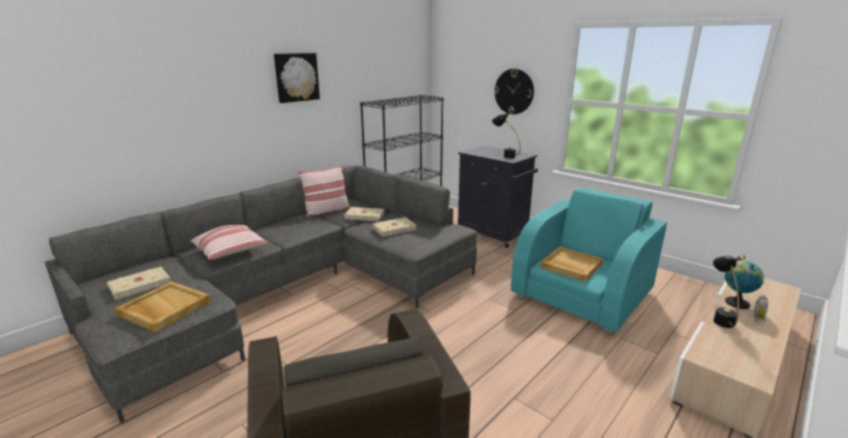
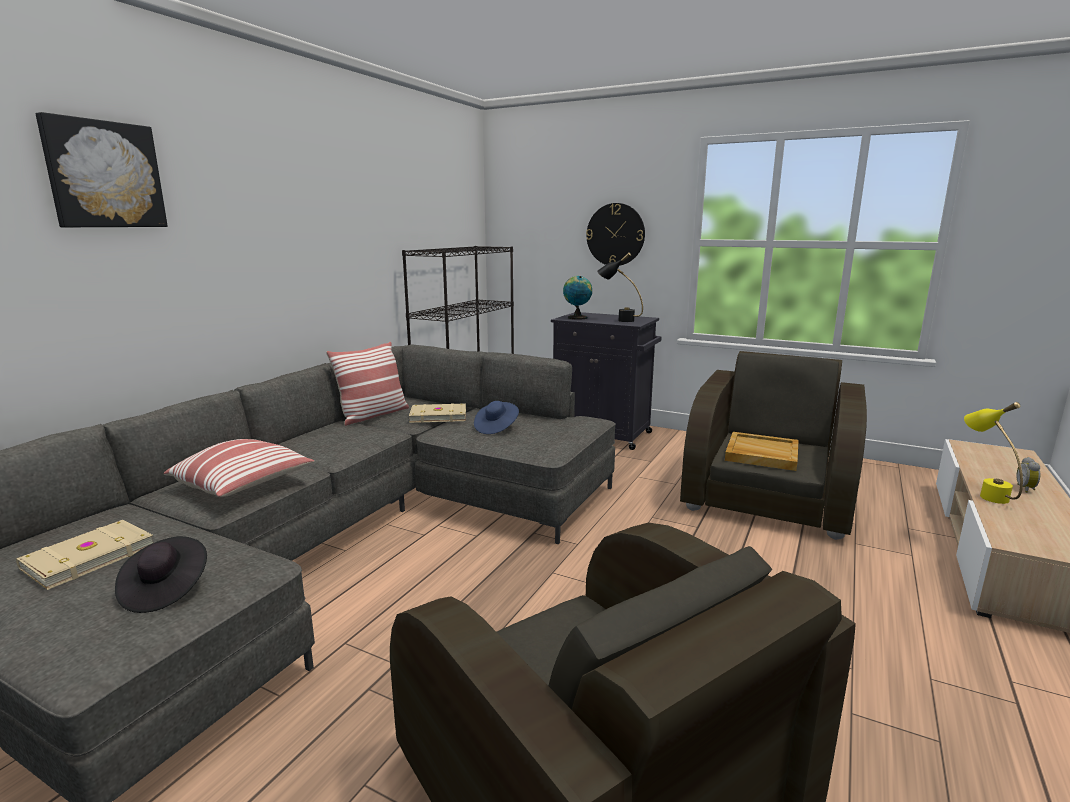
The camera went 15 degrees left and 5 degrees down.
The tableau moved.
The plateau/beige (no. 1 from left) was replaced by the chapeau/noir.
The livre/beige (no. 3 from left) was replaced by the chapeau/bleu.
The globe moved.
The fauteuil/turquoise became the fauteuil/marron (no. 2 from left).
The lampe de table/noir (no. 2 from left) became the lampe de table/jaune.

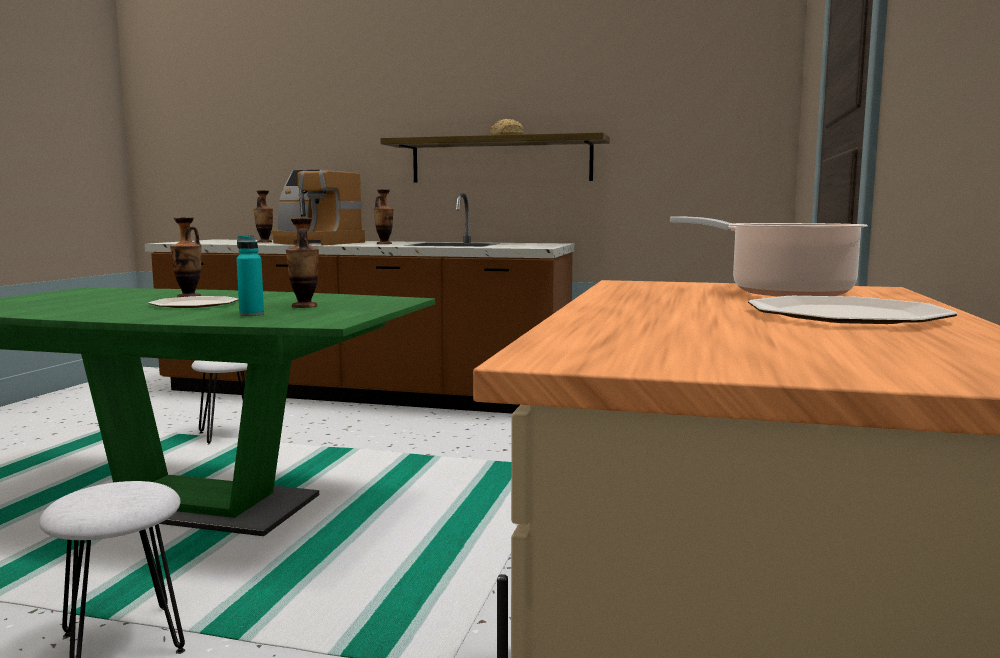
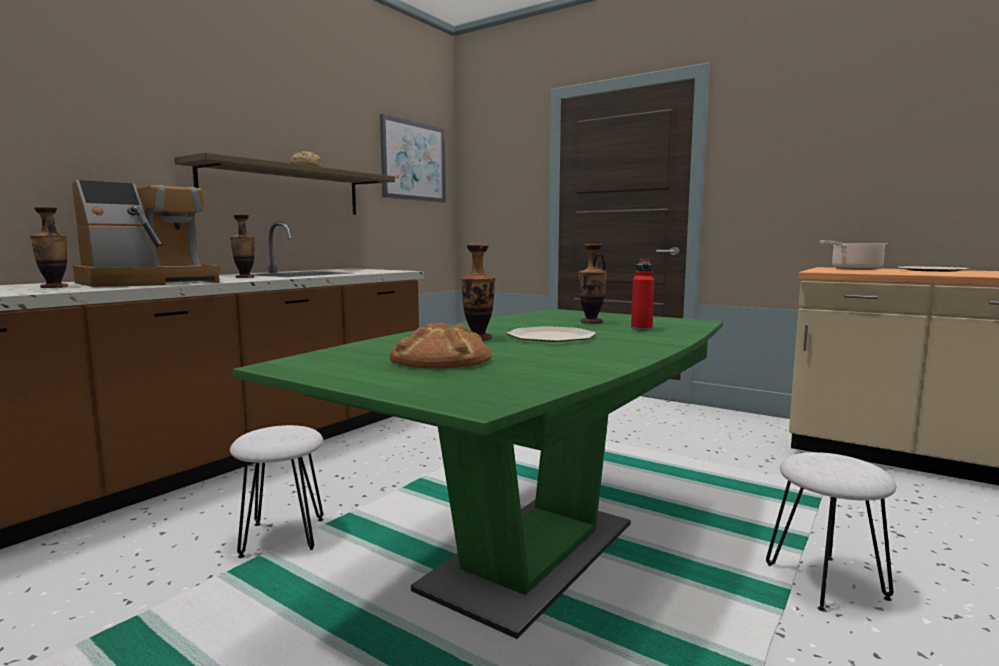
The camera went 70 degrees left and 0 degrees up.
The tableau appeared.
The pain (no. 2 from left) appeared.
The bouteille/turquoise became the bouteille/rouge.

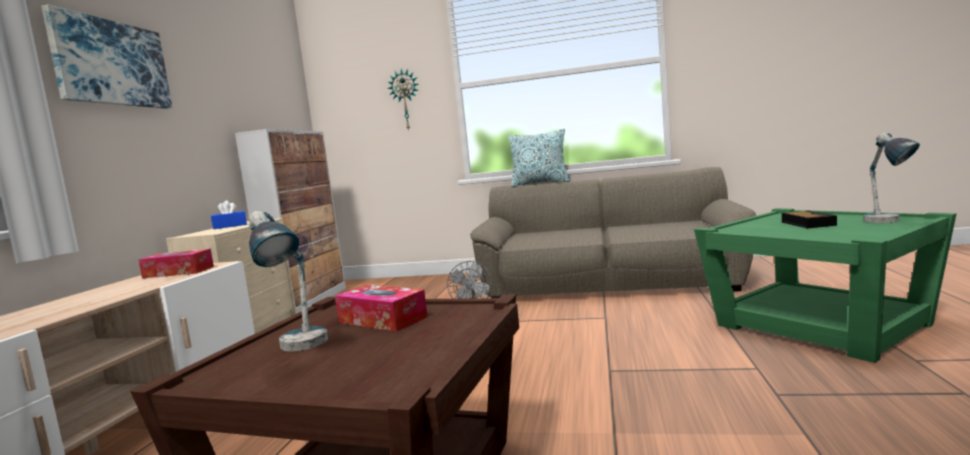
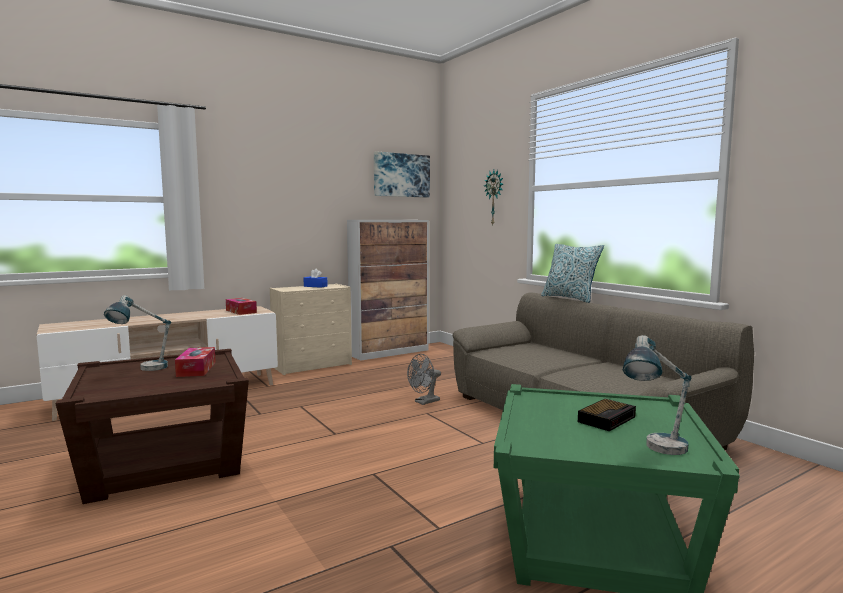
The camera went 45 degrees right and 0 degrees up.
The tableau moved.

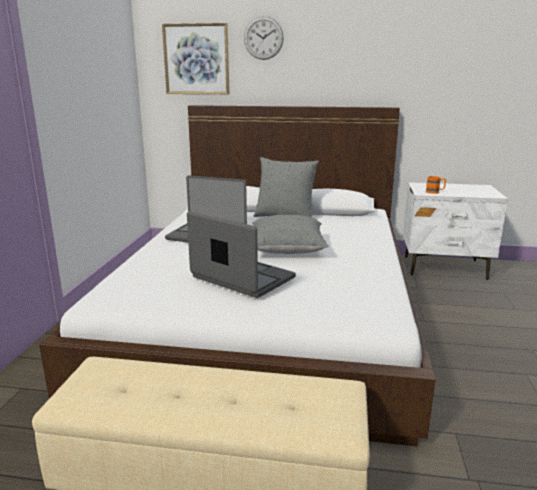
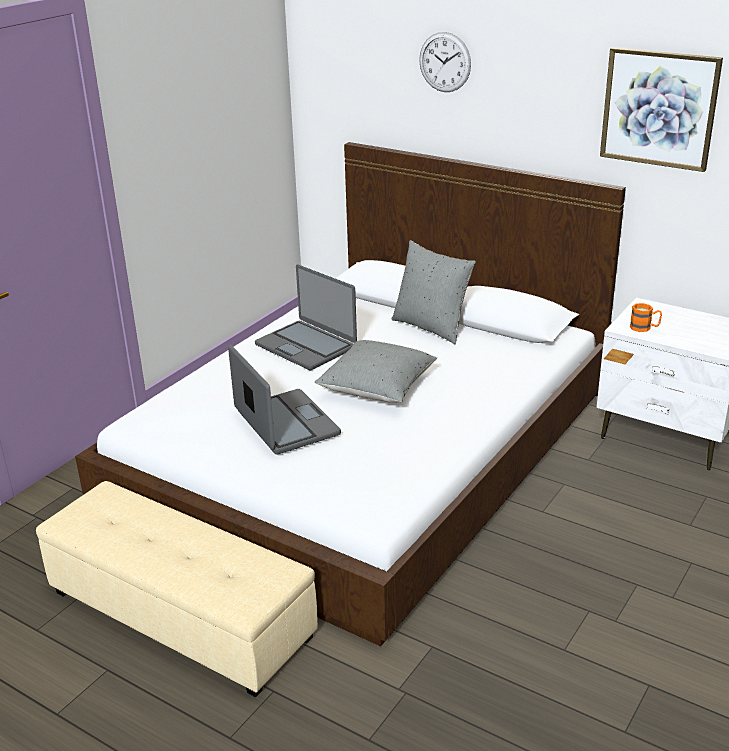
The camera went 25 degrees right and 10 degrees up.
The tableau moved.

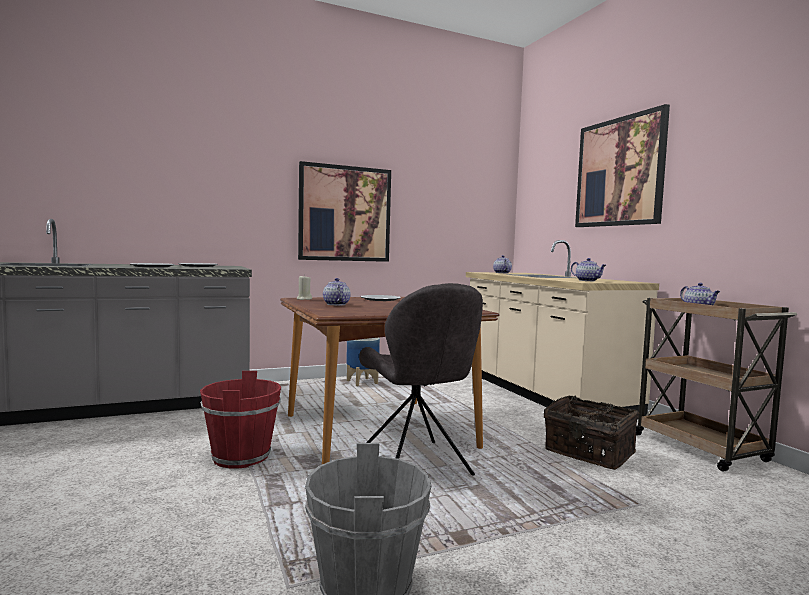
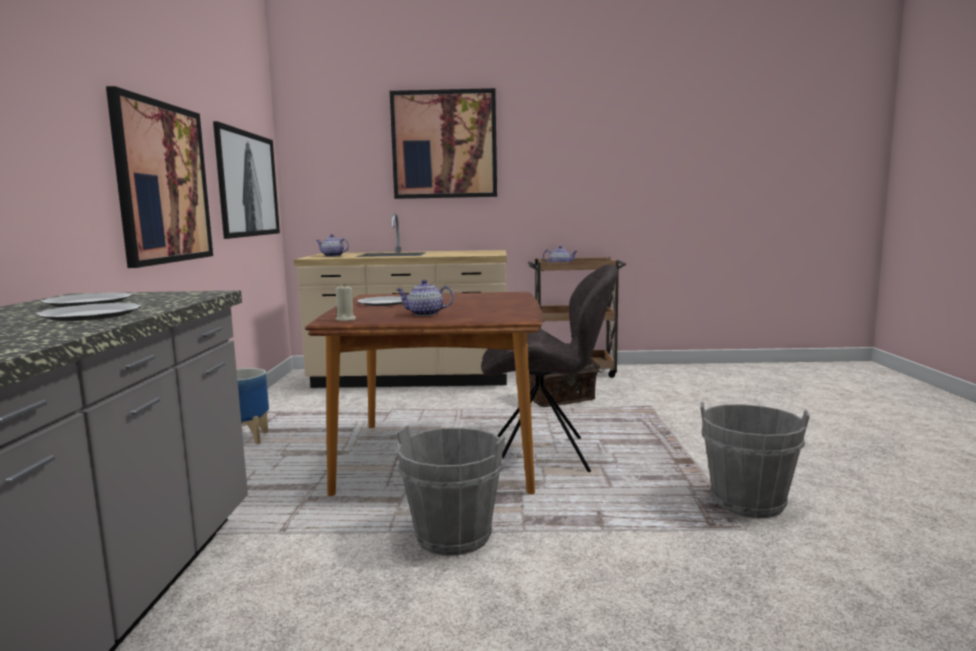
The camera went 65 degrees left and 5 degrees up.
The tableau (no. 2 from left) appeared.
The seau/rouge became the seau/gris (no. 1 from left).
The théière (no. 3 from left) disappeared.

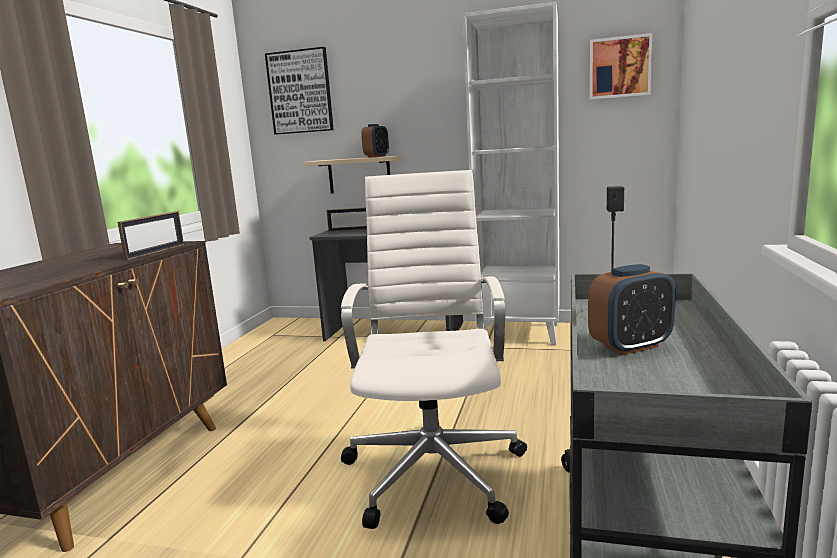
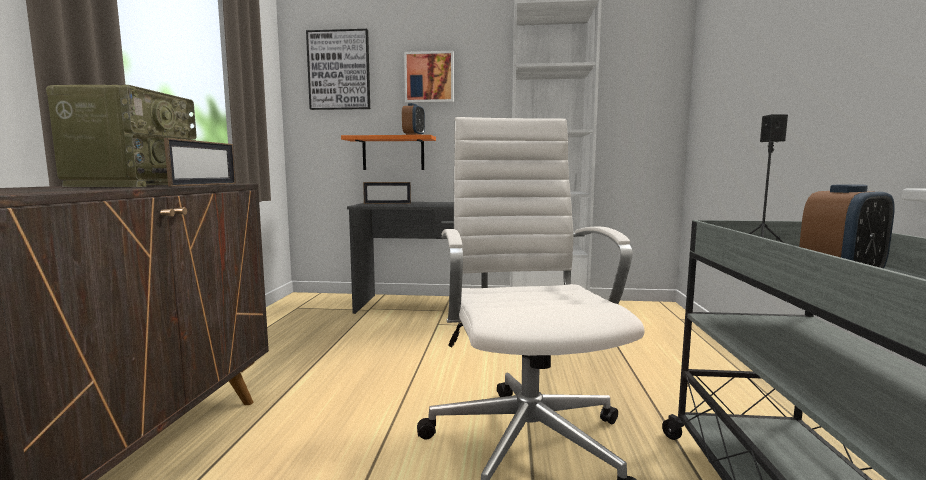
The camera went 10 degrees left and 5 degrees down.
The radio appeared.
The étagère/beige became the étagère/orange.
The tableau (no. 2 from left) moved.

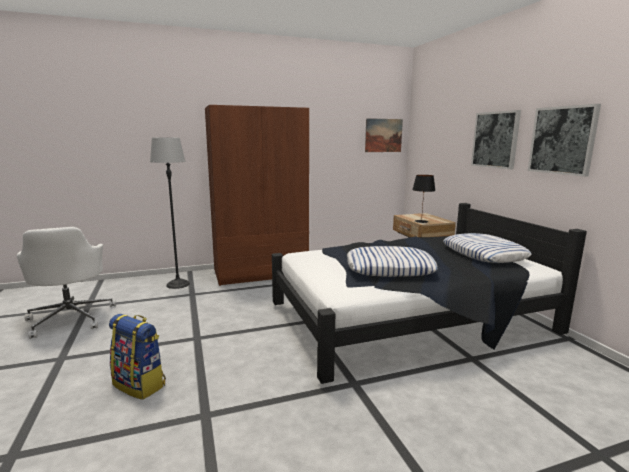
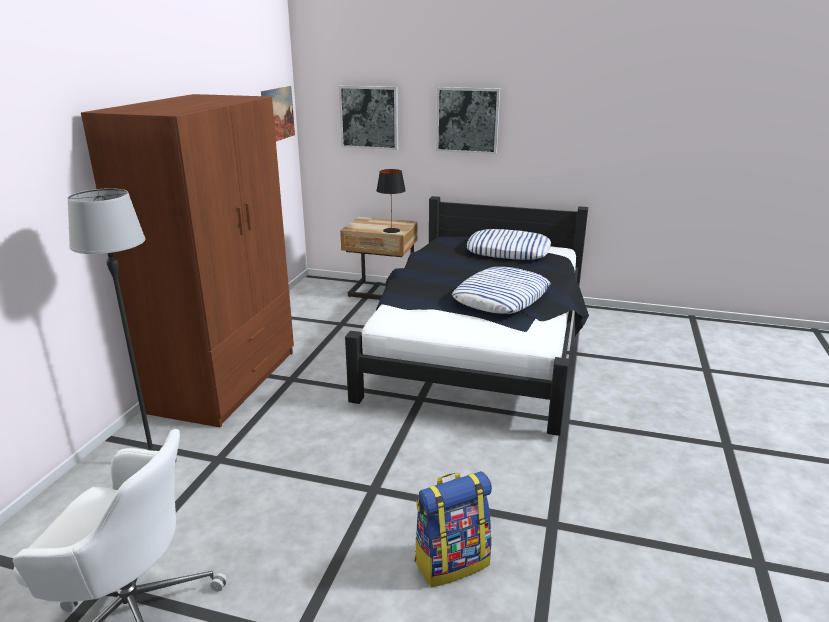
The camera went 55 degrees left and 10 degrees up.
The tableau (no. 3 from left in the first image) moved.

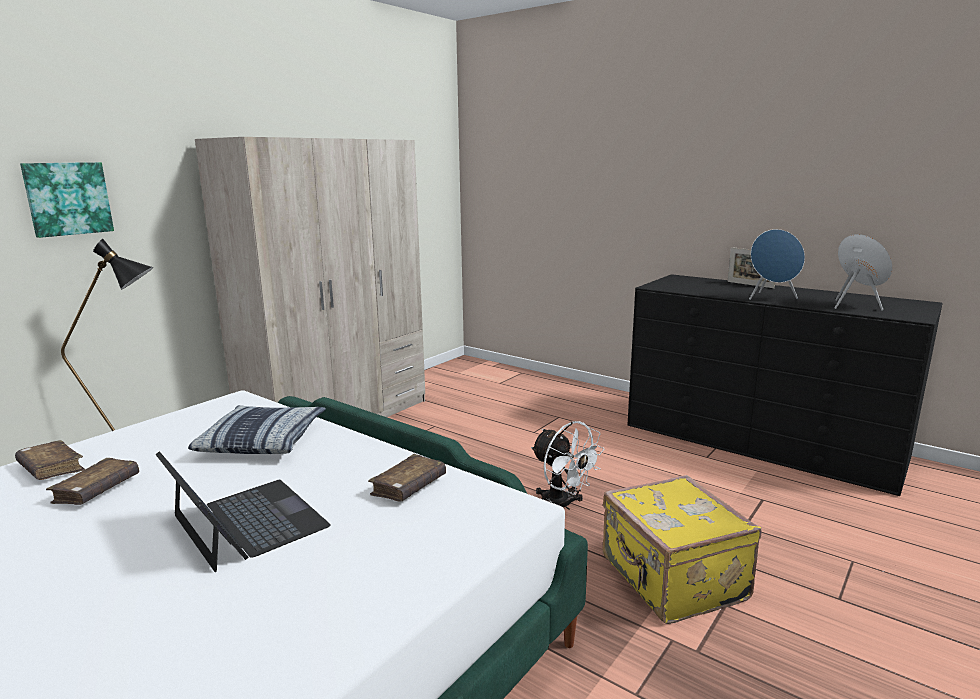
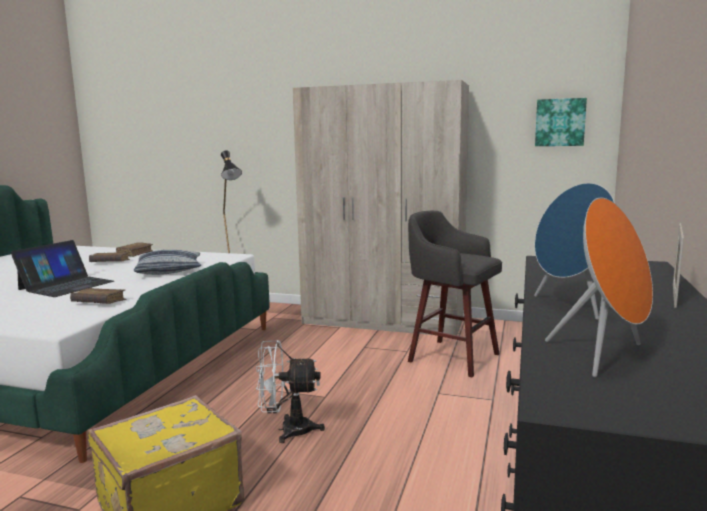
The camera went 70 degrees right and 5 degrees down.
The ventilateur/blanc turned 60 degrees clockwise.
The tabouret/gris appeared.
The tableau moved.

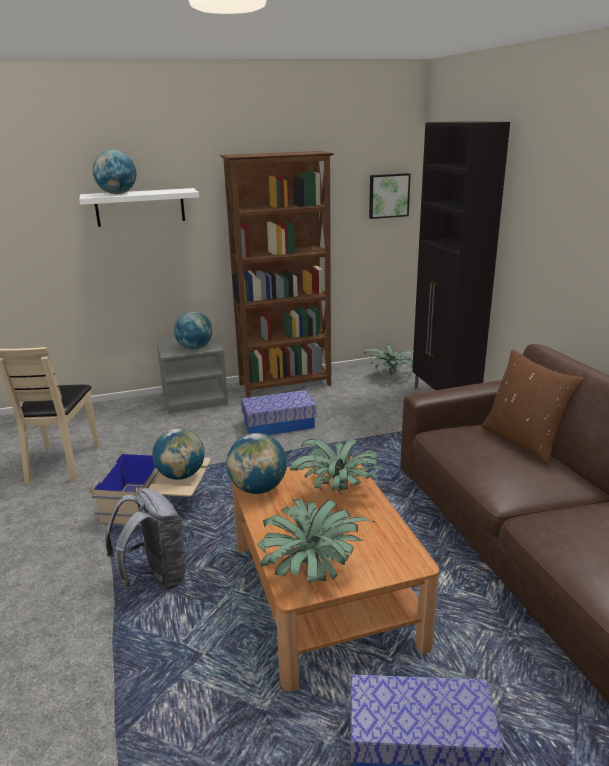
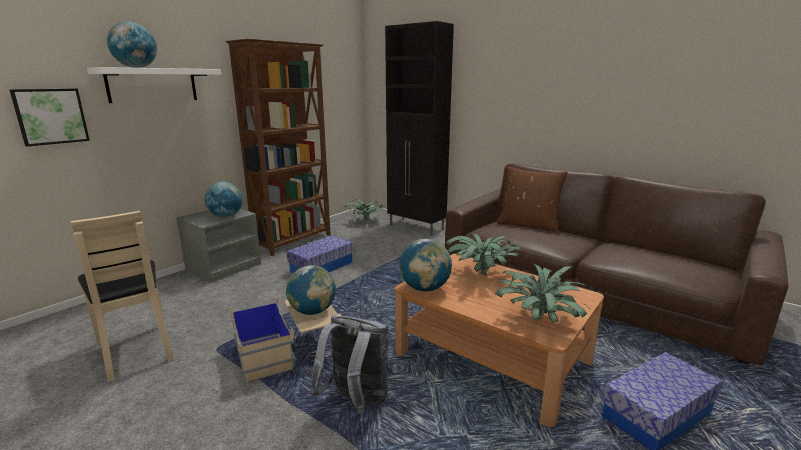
The camera went 35 degrees left and 5 degrees down.
The tableau moved.

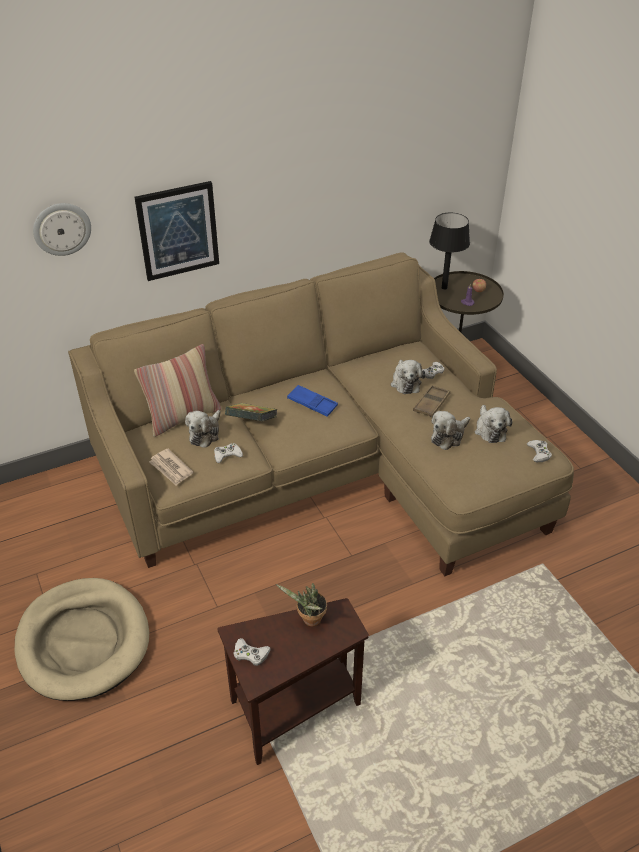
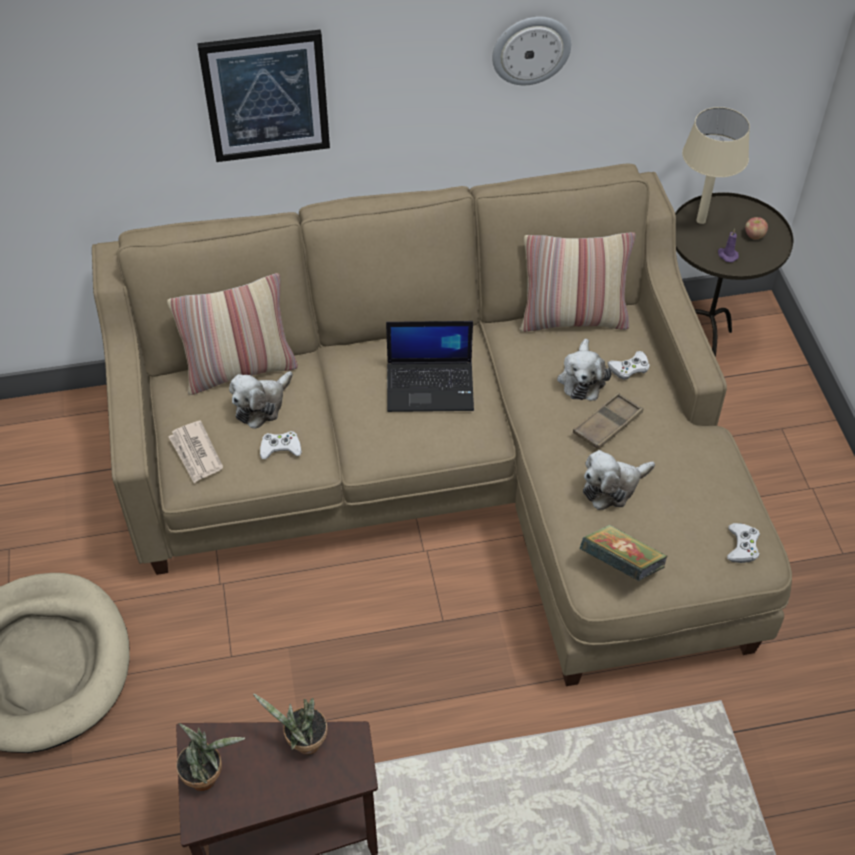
The camera went 15 degrees right and 10 degrees up.
The manette/blanc (no. 2 from left) was replaced by the plante en pot (no. 1 from left).
The plateau/bleu was replaced by the ordinateur portable.
The horloge murale moved.
The coussin (no. 2 from left) appeared.
The livre moved.
The lampe de table/noir became the lampe de table/beige.
The peluche (no. 4 from left) disappeared.

